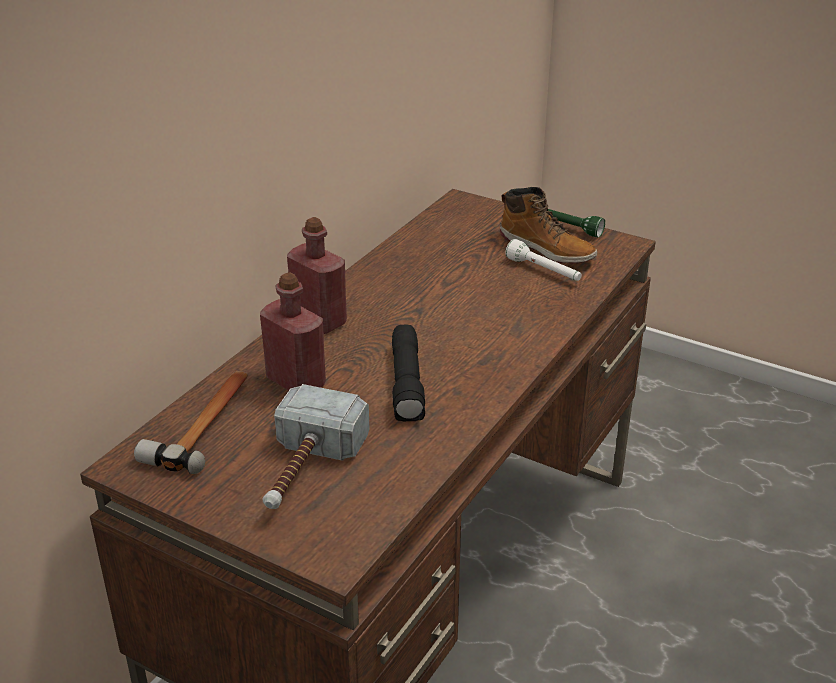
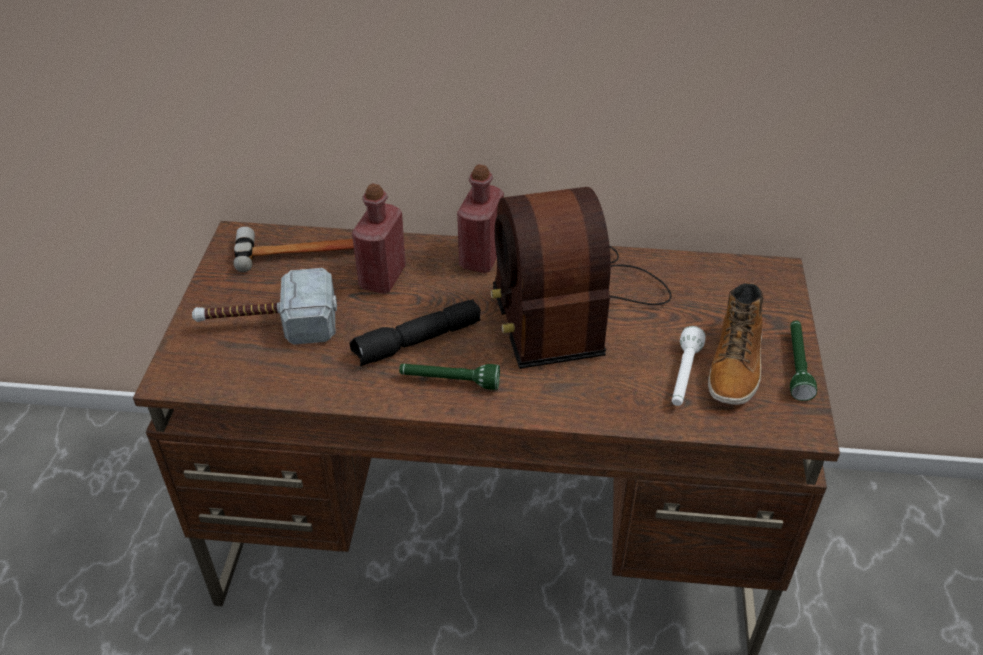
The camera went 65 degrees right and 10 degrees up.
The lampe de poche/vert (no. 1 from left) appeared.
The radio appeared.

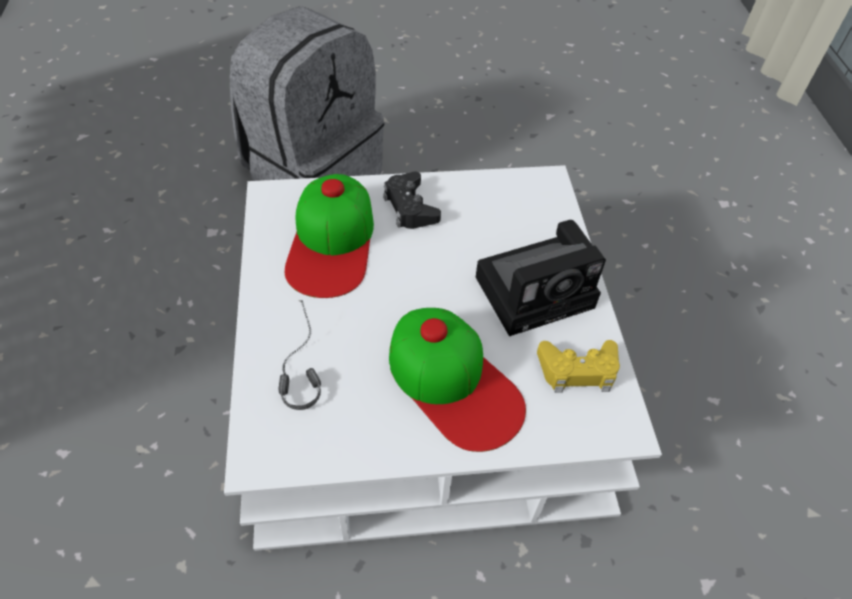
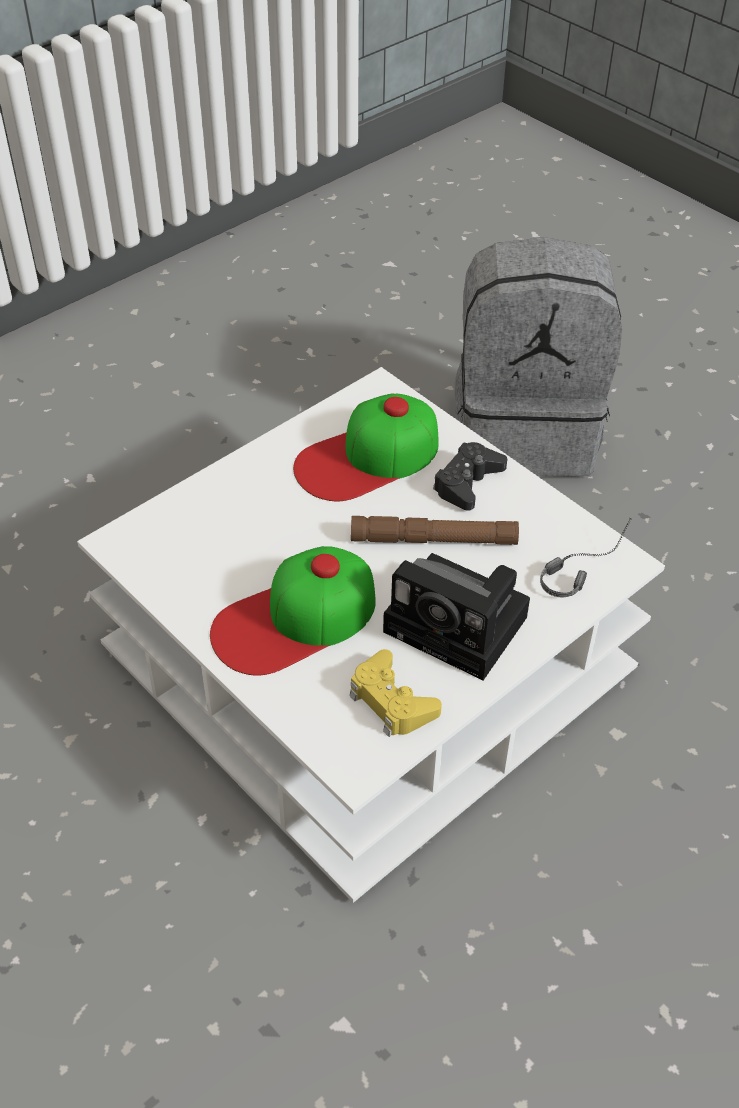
The camera went 55 degrees right and 5 degrees down.
The casquette (no. 2 from left in the first image) turned 45 degrees clockwise.
The lampe de poche/marron appeared.
The casque audio moved.

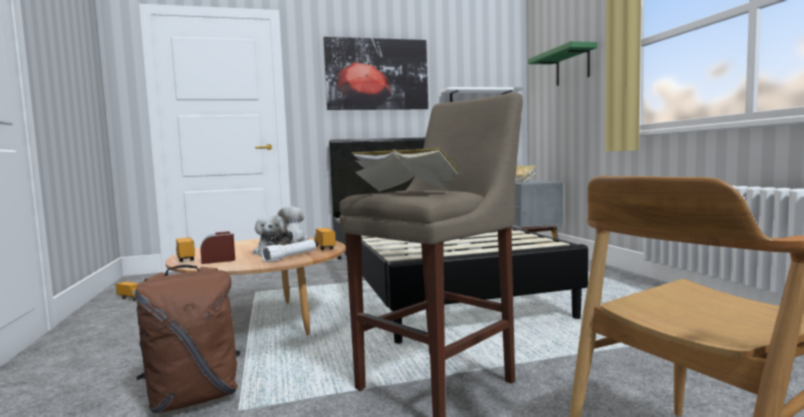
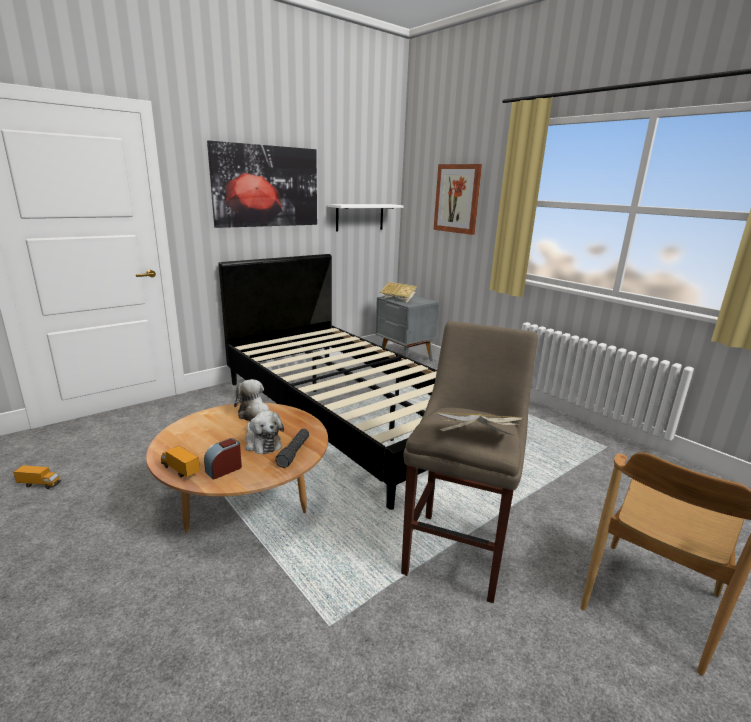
The camera went 25 degrees left and 15 degrees up.
The lampe de poche/blanc became the lampe de poche/noir.
The étagère/vert was replaced by the tableau (no. 2 from left).
The sac à dos/marron disappeared.
The camion jouet (no. 3 from left) disappeared.

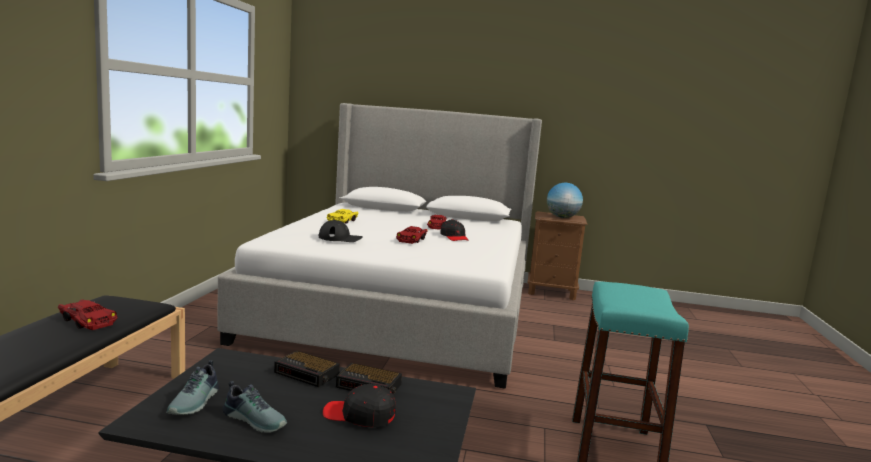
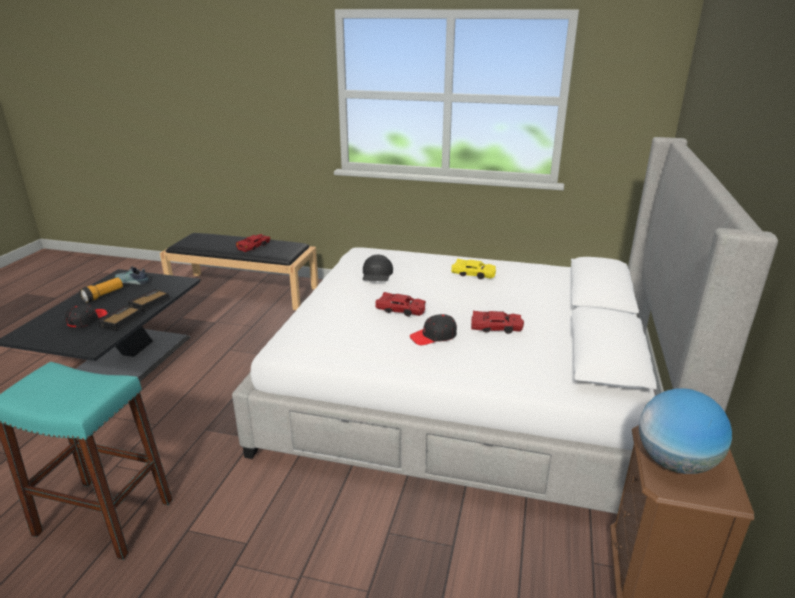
The camera went 95 degrees right and 15 degrees up.
The chaussure (no. 2 from left) was replaced by the lampe de poche.

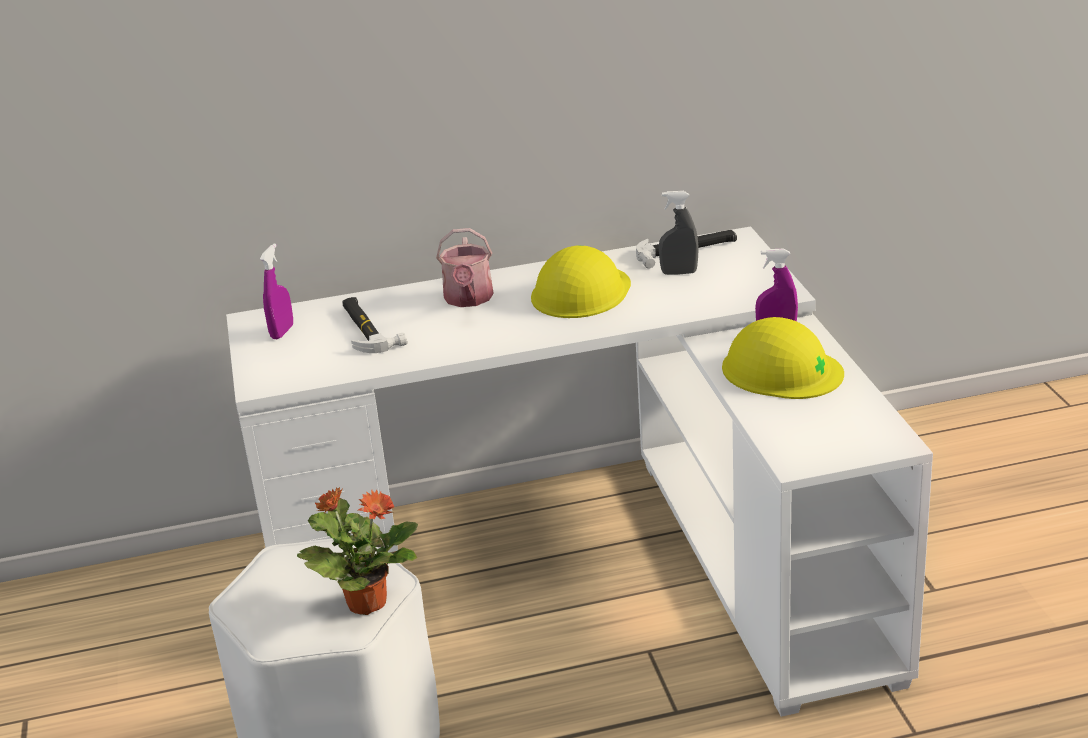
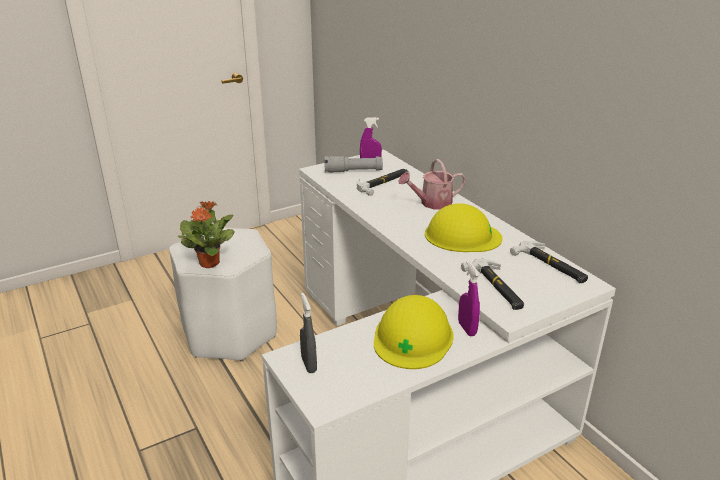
The camera went 70 degrees right and 0 degrees up.
The vaporisateur/gris moved.
The lampe de poche/gris appeared.
The marteau (no. 2 from left) appeared.

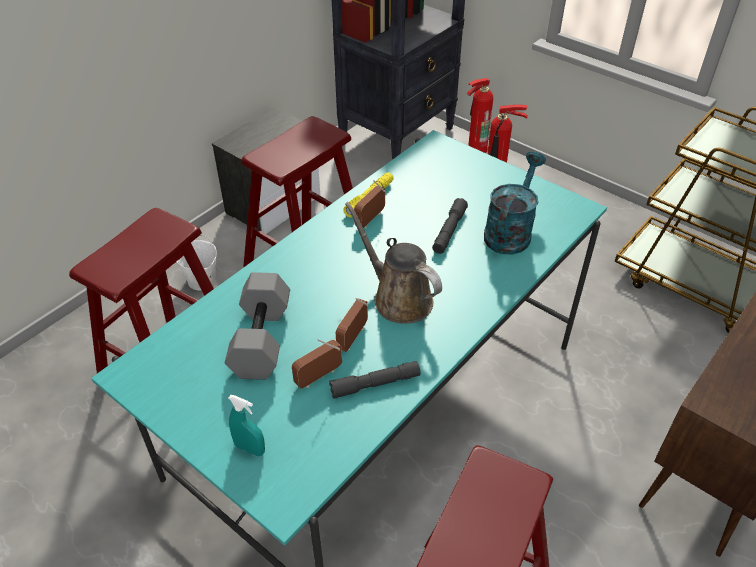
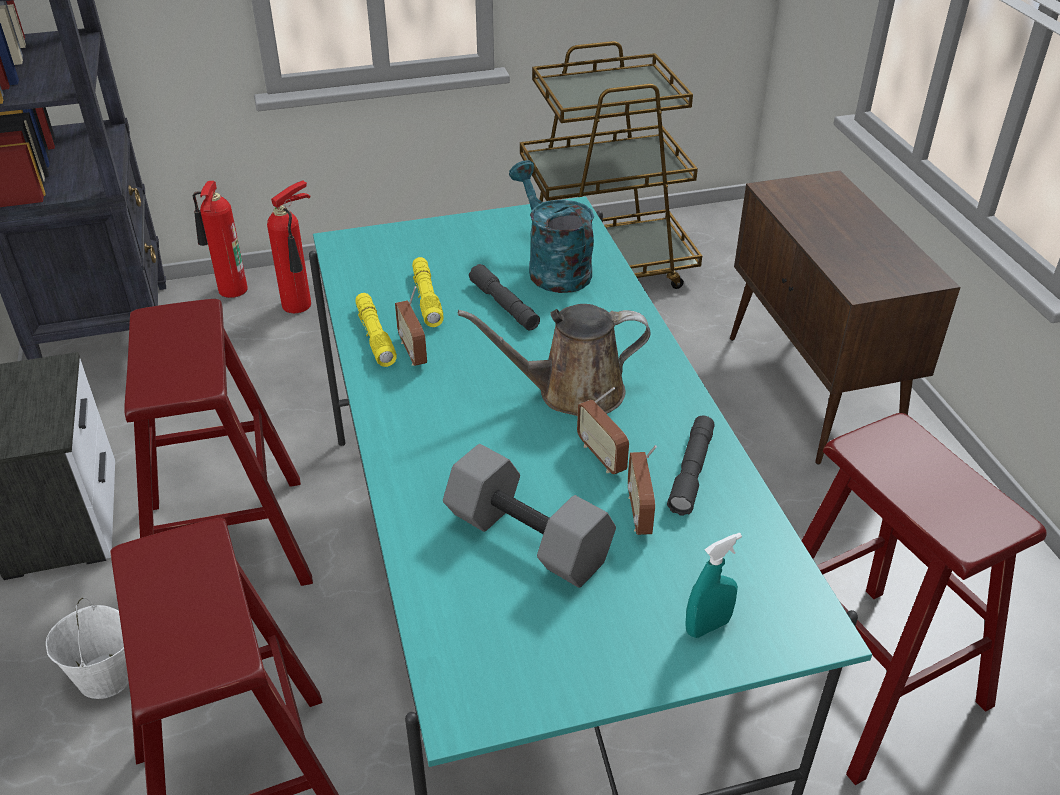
The camera went 55 degrees left and 5 degrees down.
The lampe de poche/jaune (no. 2 from left) appeared.

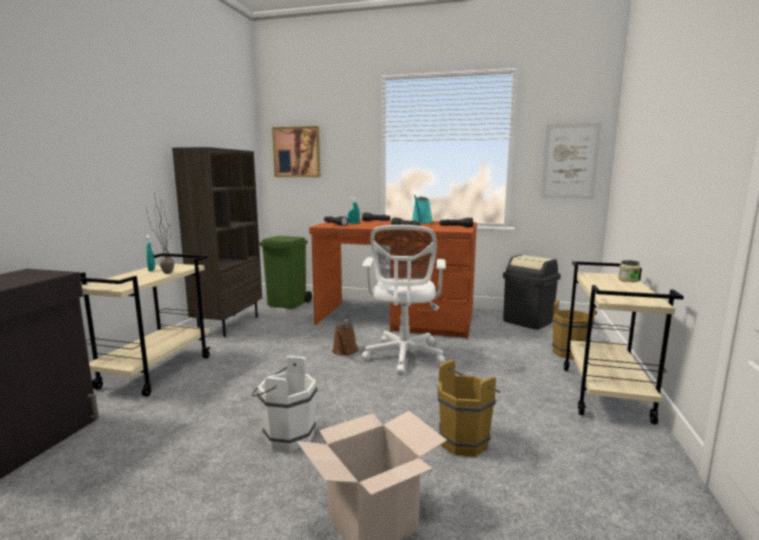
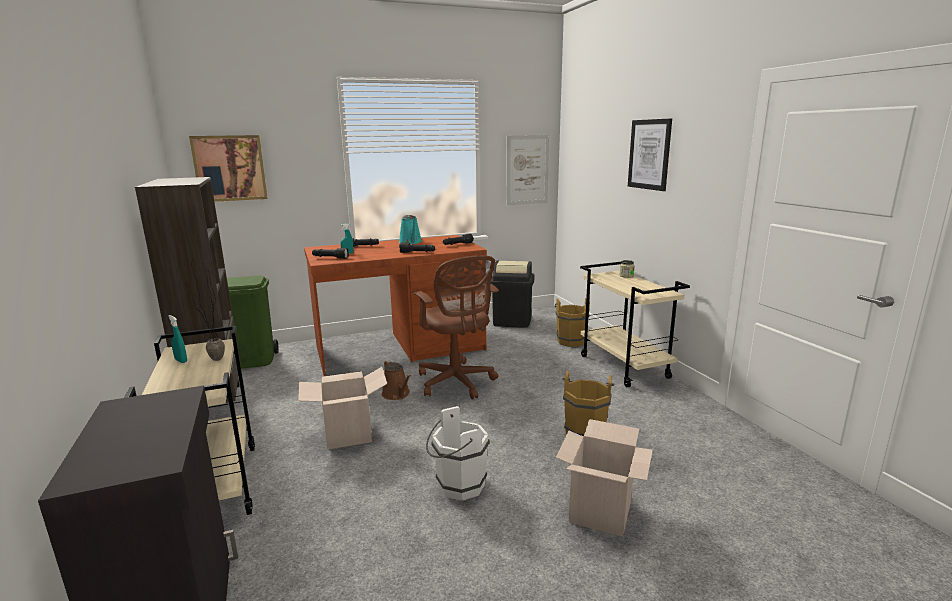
The camera went 35 degrees left and 5 degrees up.
The carton (no. 1 from left) appeared.
The chaise de bureau/blanc became the chaise de bureau/marron.
The tableau (no. 3 from left) appeared.

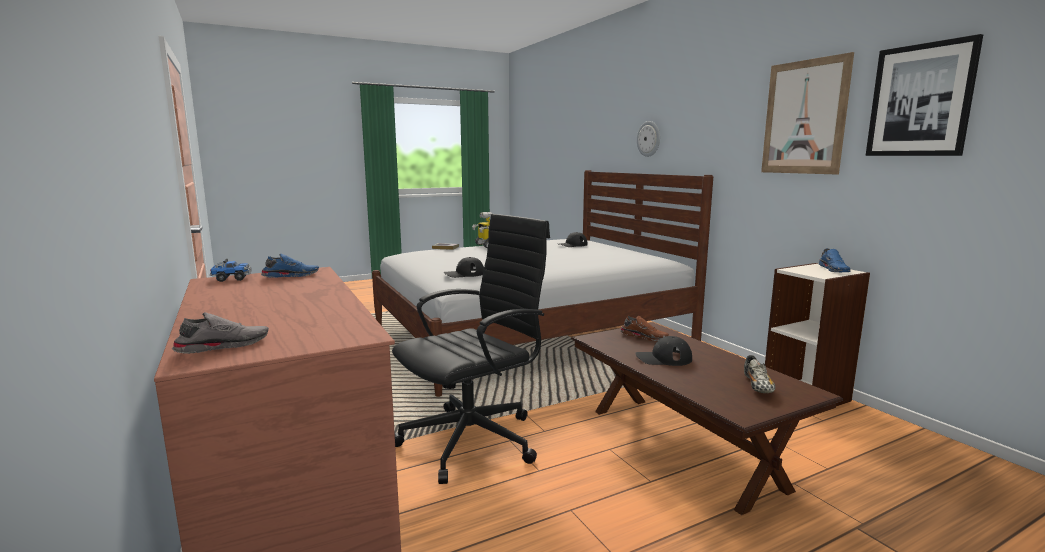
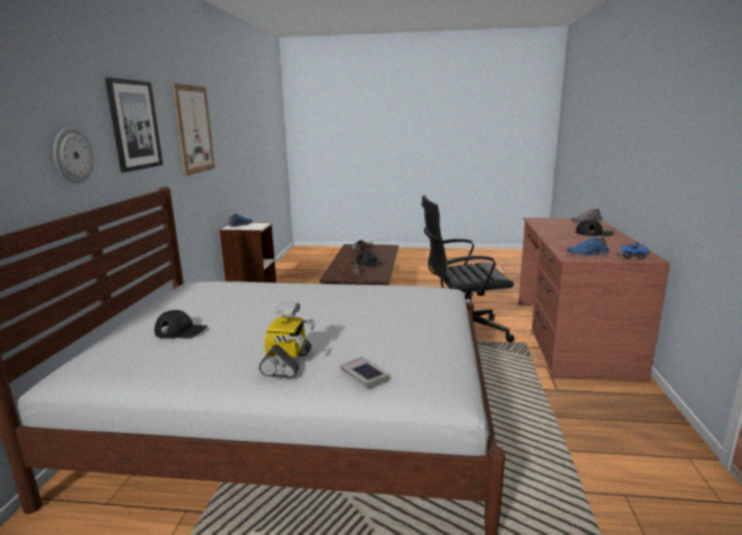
The camera went 145 degrees left and 5 degrees up.
The tableau (no. 2 from left in the first image) moved.
The casquette/noir (no. 1 from left in the first image) moved.

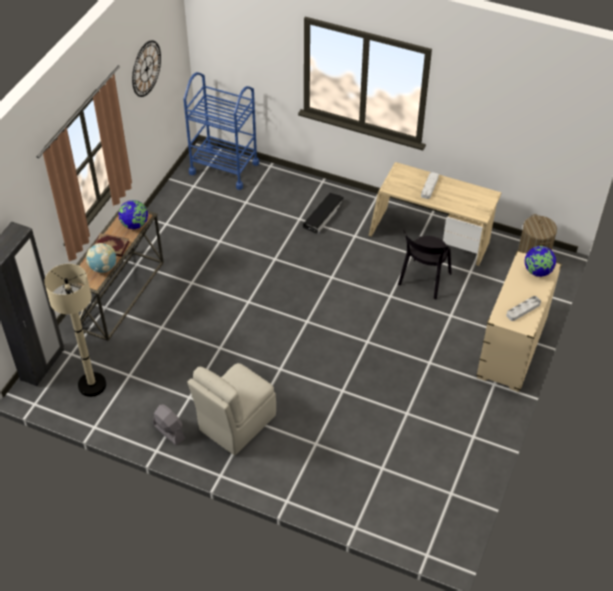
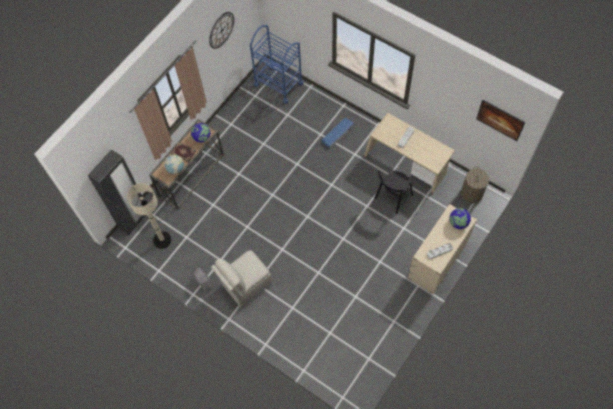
The camera went 15 degrees right and 15 degrees up.
The boîte de rangement/noir became the boîte de rangement/bleu.
The tableau appeared.

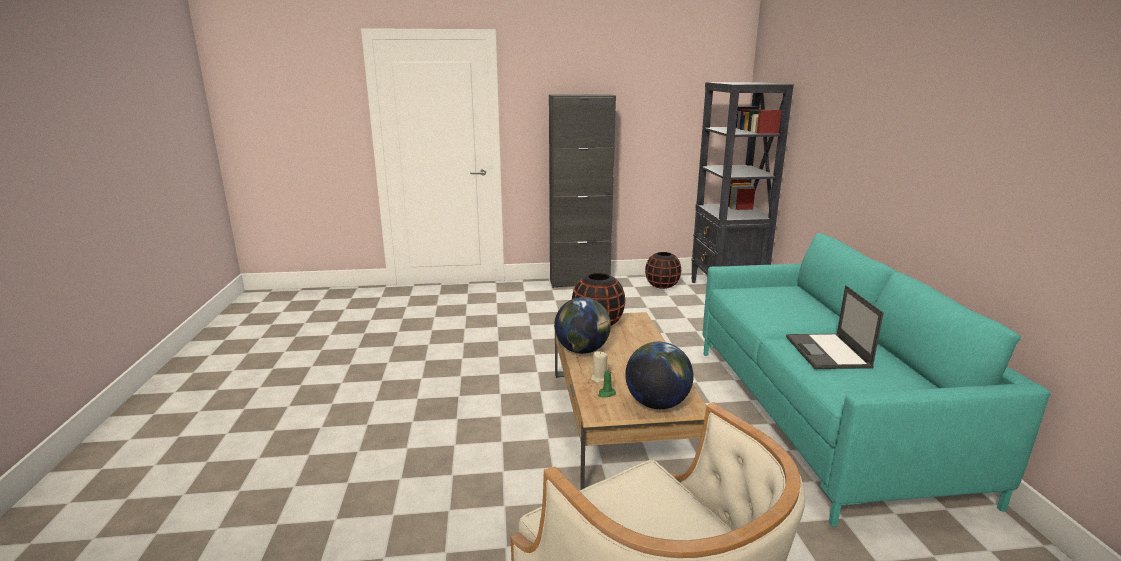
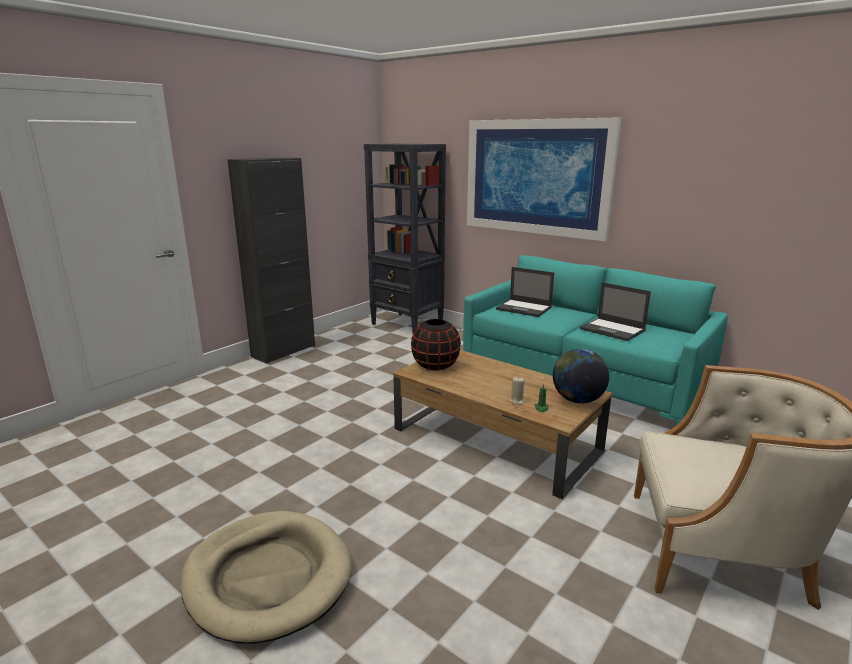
The camera went 45 degrees left and 0 degrees up.
The panier pour chien/beige appeared.
The tableau appeared.
The ordinateur portable (no. 1 from left) appeared.
The globe (no. 1 from left) disappeared.
The vase/noir (no. 2 from left) disappeared.

